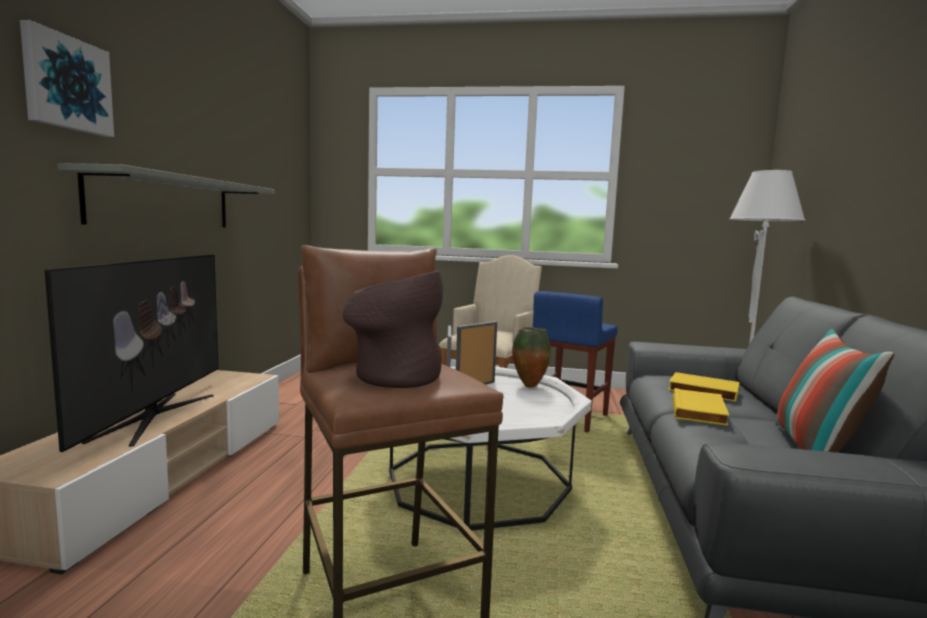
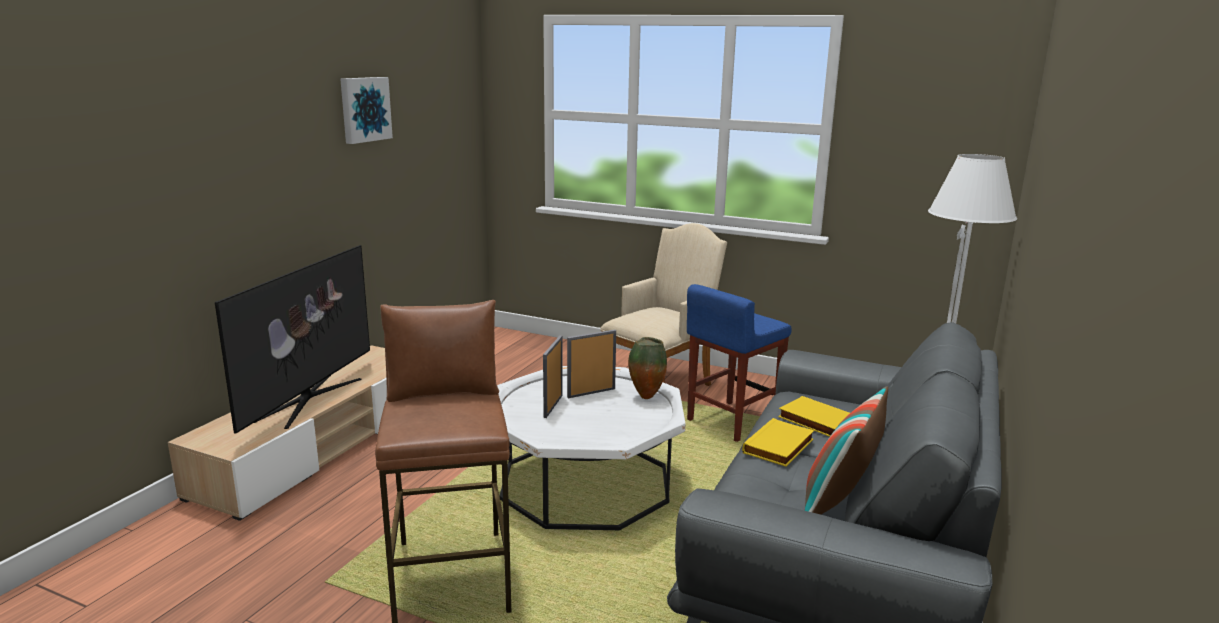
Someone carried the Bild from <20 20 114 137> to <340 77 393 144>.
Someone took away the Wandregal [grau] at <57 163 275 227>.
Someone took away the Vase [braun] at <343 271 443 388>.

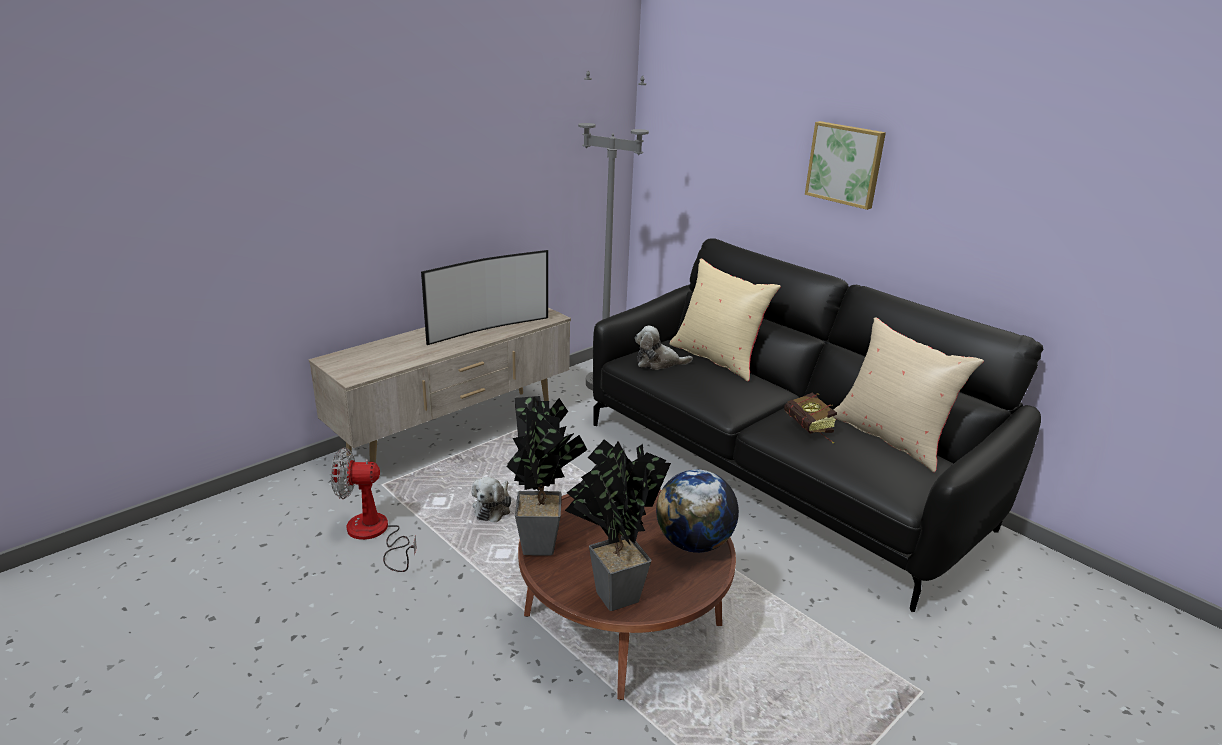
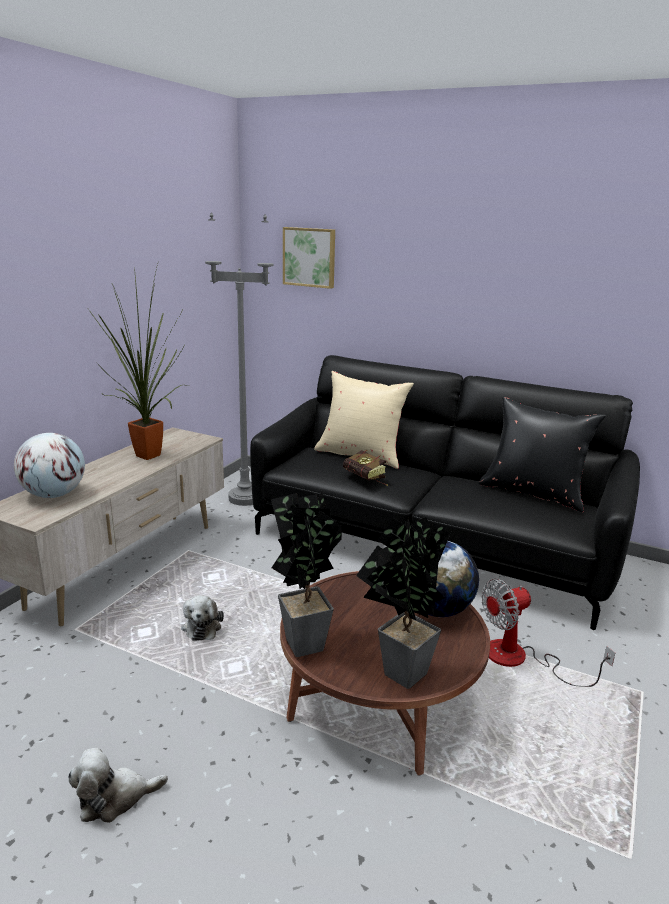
Someone put down the Globus at <14 433 85 498>.
Someone carried the Plüschtier from <635 326 693 370> to <68 748 168 823>.
Someone swapped the Fernseher at <421 250 548 345> for the Topfpflanze at <88 260 188 460>.
Someone carried the Bild from <805 121 886 210> to <283 227 335 289>.
Someone carried the Buch from <784 392 837 443> to <343 450 388 486>.
Someone repainted the Kissen [beige] at <832 317 984 472>, which became the Kissen [schwarz] at <478 397 606 512>.
Someone carried the Ventilator from <331 447 417 572> to <481 578 615 687>.

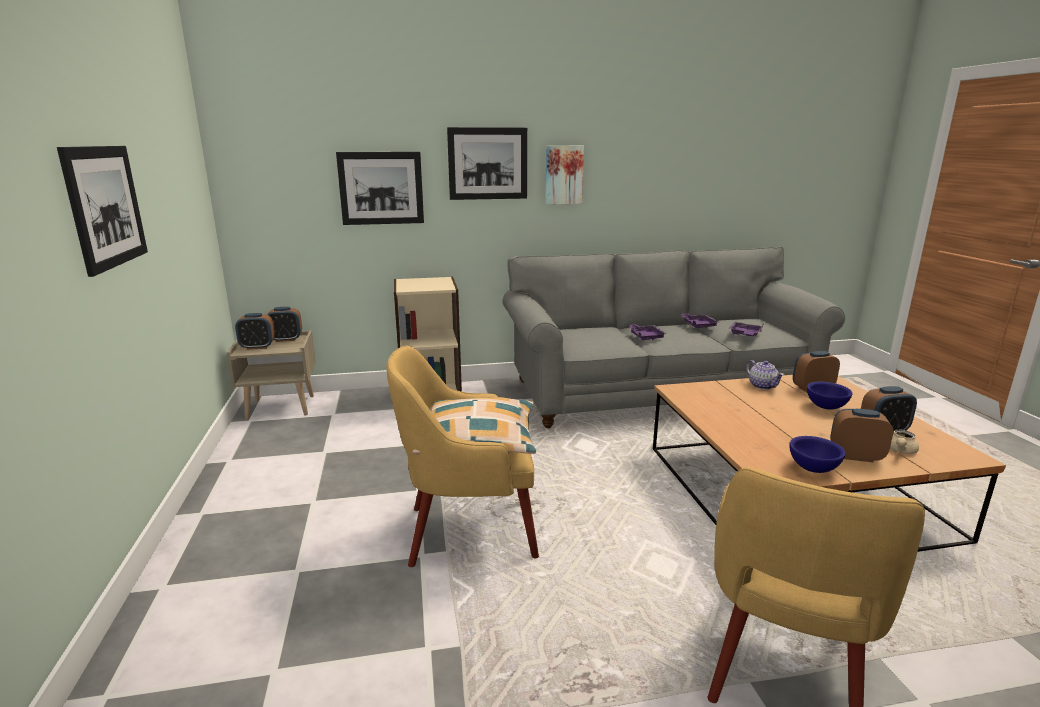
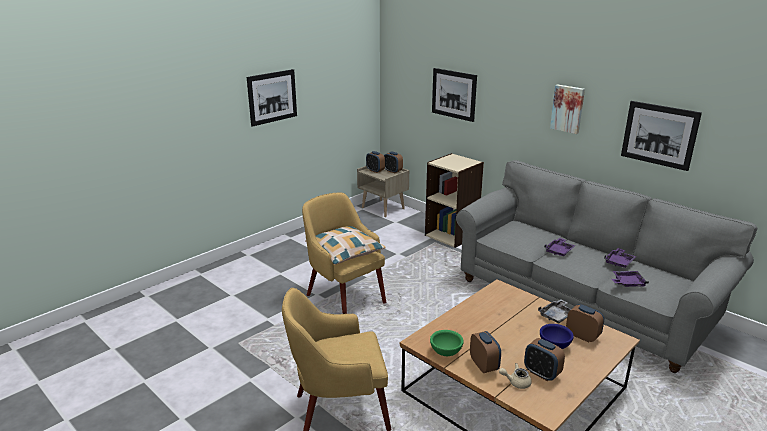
Someone repainted the Schüssel [blau] at <789 436 846 473>, which became the Schüssel [grün] at <430 330 464 356>.
Someone swapped the Teekanne at <746 360 784 390> for the Tablett [grau] at <538 299 571 323>.
Someone carried the Bild from <447 127 527 200> to <621 101 702 171>.

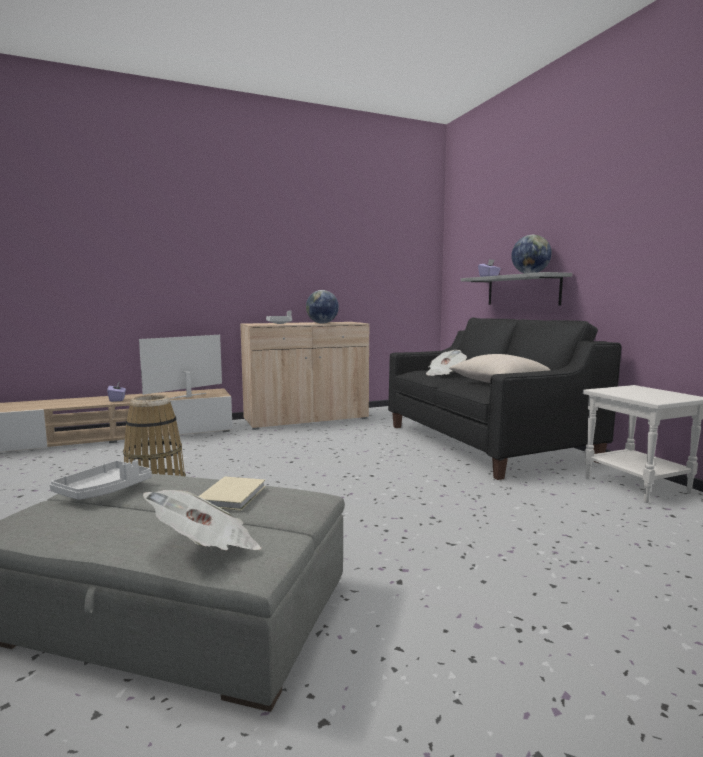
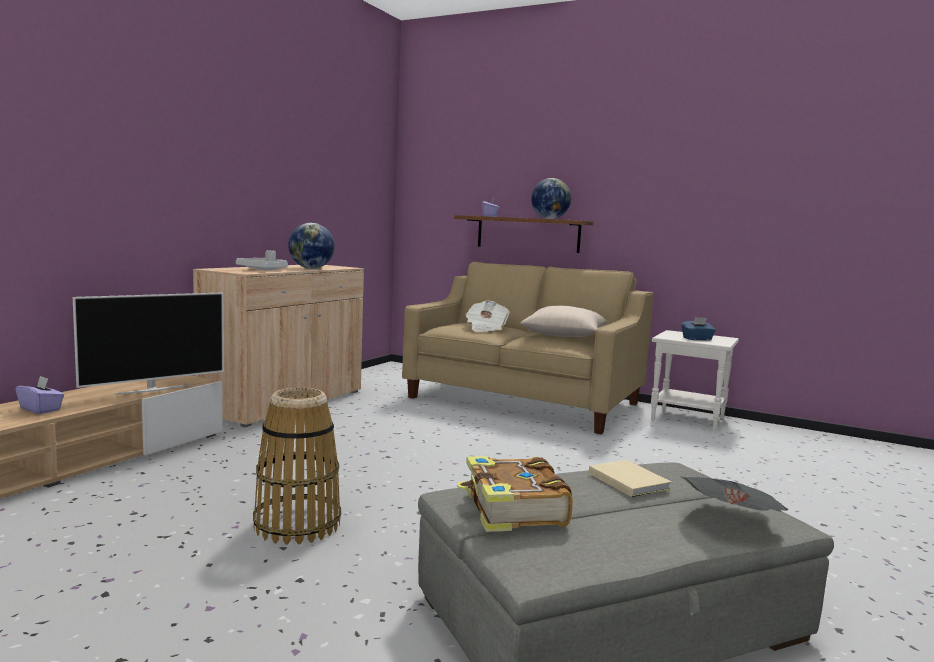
Someone rotated the Fernseher at <139 335 222 399> by 135 degrees counterclockwise.
Someone repainted the Sofa [schwarz] at <388 317 622 480>, which became the Sofa [beige] at <402 262 654 434>.
Someone repainted the Wandregal [grau] at <461 272 572 305>, which became the Wandregal [braun] at <454 215 593 253>.
Someone swapped the Tablett [grau] at <50 459 152 500> for the Buch at <457 456 573 532>.
Someone put down the Taschentuchbox [blau] at <681 317 716 341>.

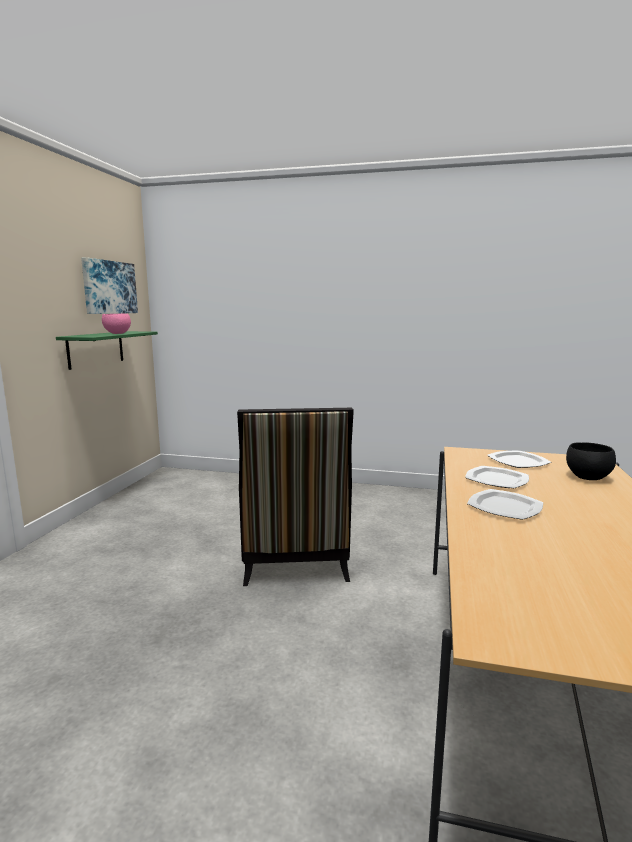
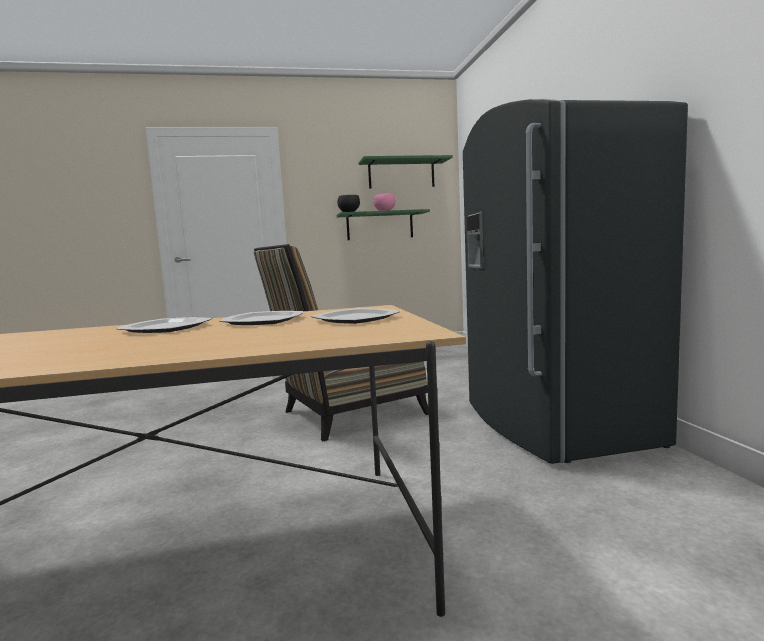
Someone carried the Schüssel [schwarz] from <566 442 616 480> to <337 195 360 212>.
Someone swapped the Bild at <81 257 138 314> for the Wandregal [grün] at <358 155 453 189>.
Someone put down the Kühlschrank [grau] at <463 99 688 464>.

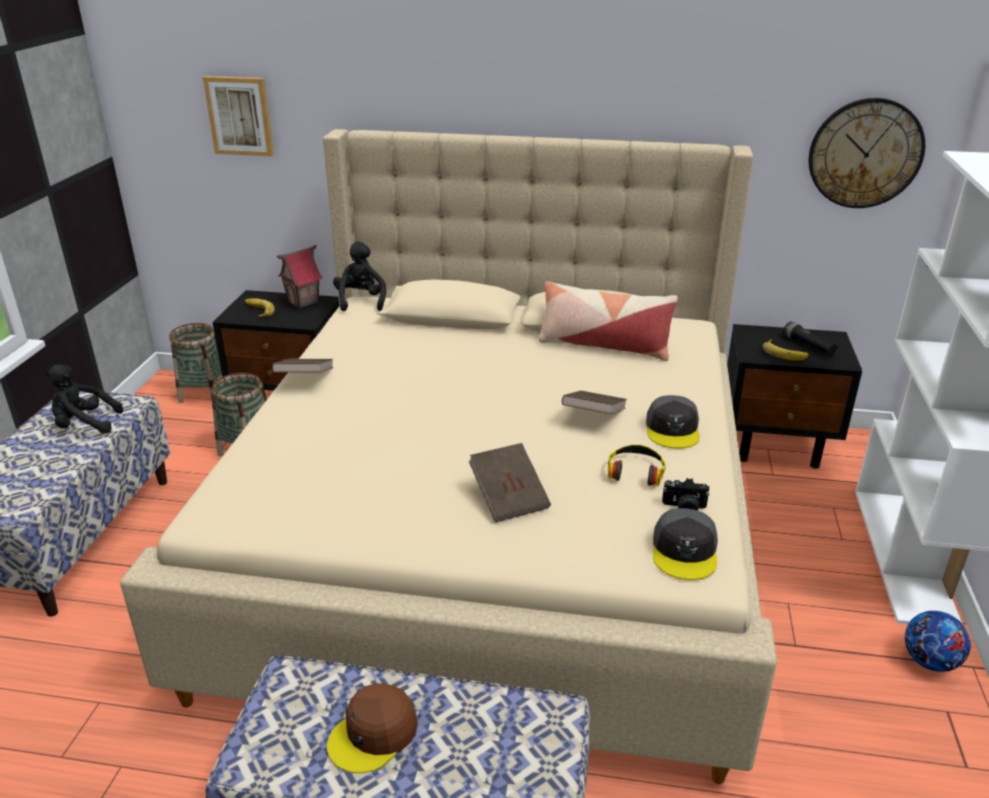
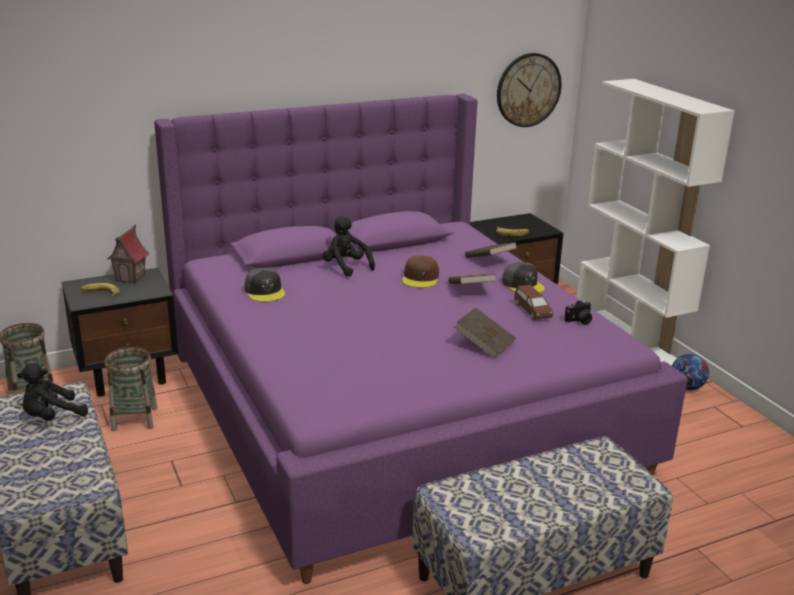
Someone repainted the Bett [beige] at <120 129 777 784>, which became the Bett [lila] at <154 94 688 584>.
Someone carried the Kappe [grau] from <653 508 718 580> to <244 268 285 302>.
Someone carried the Plüschtier [schwarz] from <333 241 386 311> to <323 216 375 277>.
Someone carried the Kappe [braun] from <327 683 418 773> to <402 255 439 288>.
Someone carried the Buch [braun] from <272 359 334 373> to <465 242 517 258>.
Someone swapped the Kopfhörer at <608 445 666 486> for the Spielzeugauto [braun] at <514 285 553 320>.
Someone took away the Bild at <203 76 274 156>.
Someone took away the Kissen at <538 281 678 361>.
Someone took away the Taschenlampe [schwarz] at <783 322 838 356>.

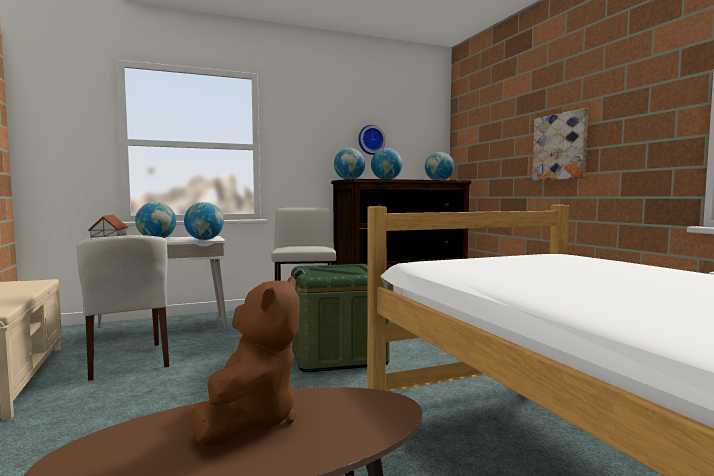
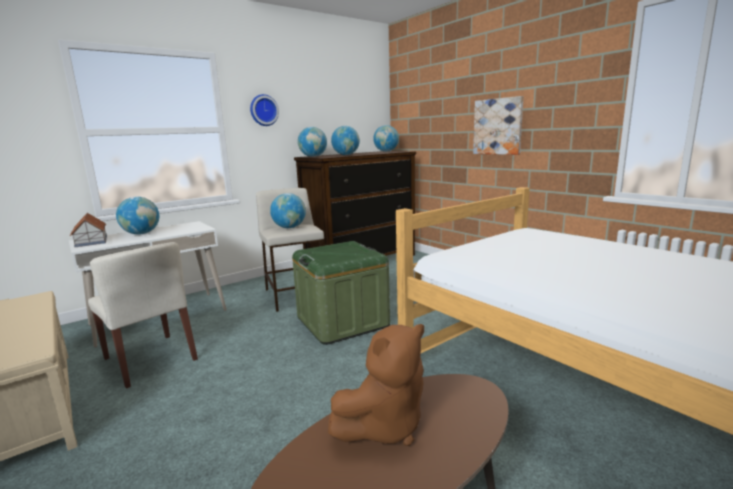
Someone carried the Wanduhr from <358 125 386 155> to <250 94 279 126>.
Someone carried the Globus from <184 202 224 240> to <270 193 306 228>.
Someone rotated the Plüschtier [braun] at <191 276 300 446> by 60 degrees clockwise.

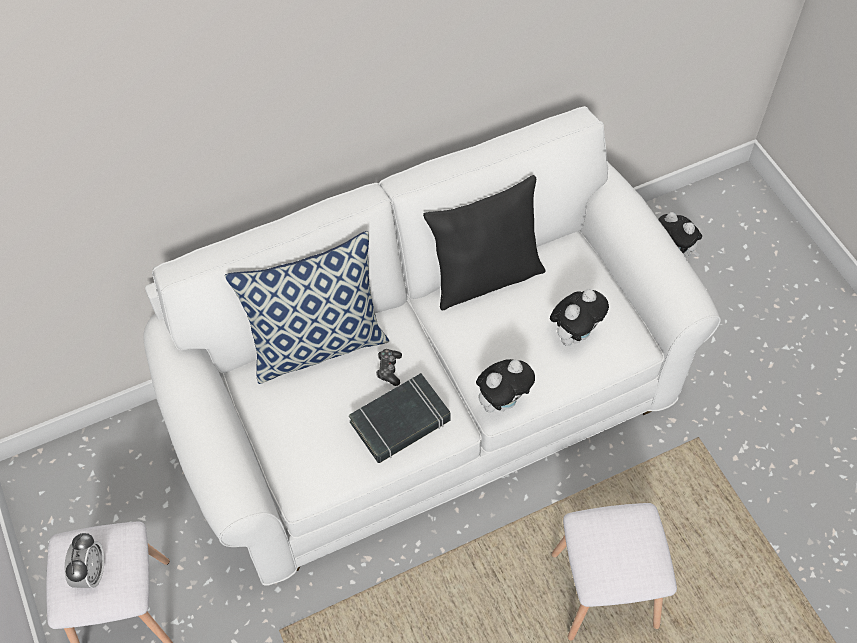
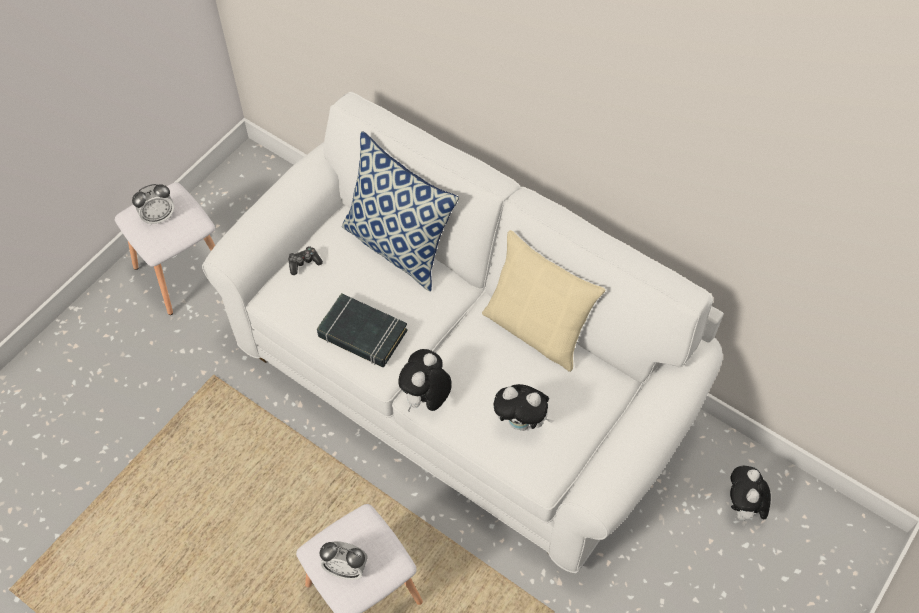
Someone carried the Gamepad from <376 349 402 386> to <288 246 323 275>.
Someone put down the Wecker at <320 541 368 580>.
Someone rotated the Plüschtier at <476 359 535 413> by 90 degrees clockwise.
Someone repainted the Kissen [schwarz] at <423 175 546 311>, which became the Kissen [beige] at <482 230 605 372>.

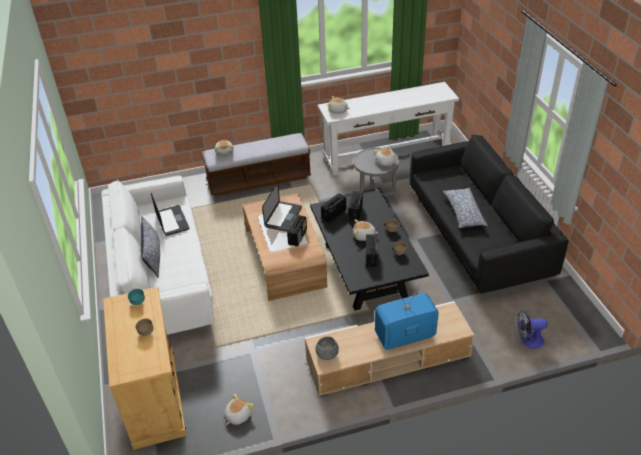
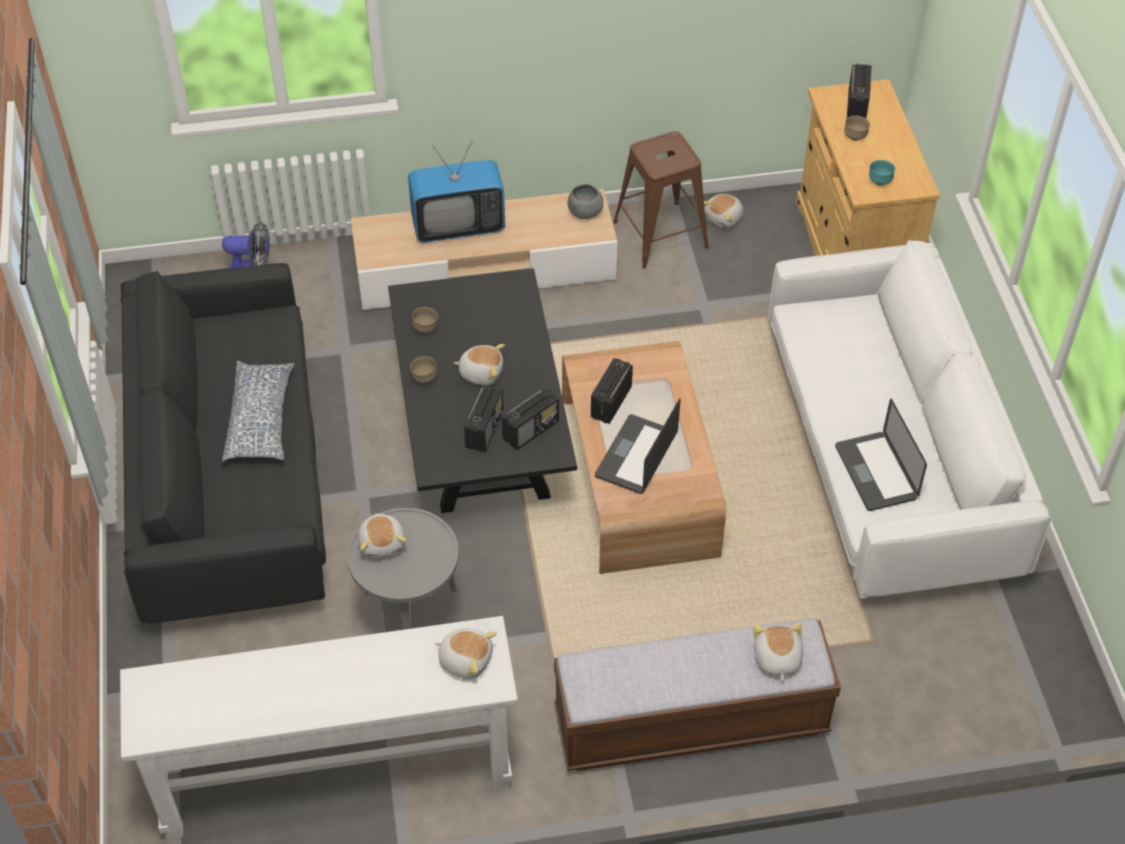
Someone put down the Hocker [braun] at <613 132 709 269>.
Someone carried the Radio from <365 234 377 267> to <847 63 872 118>.
Someone took away the Kissen at <141 216 160 278>.

